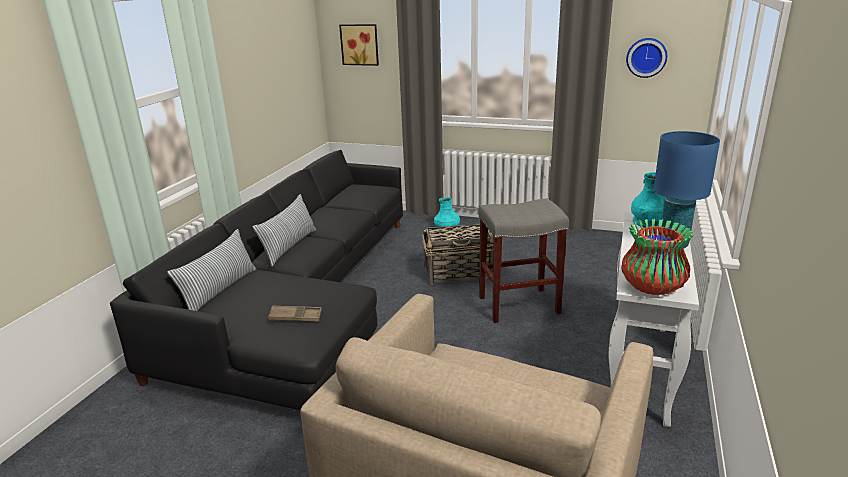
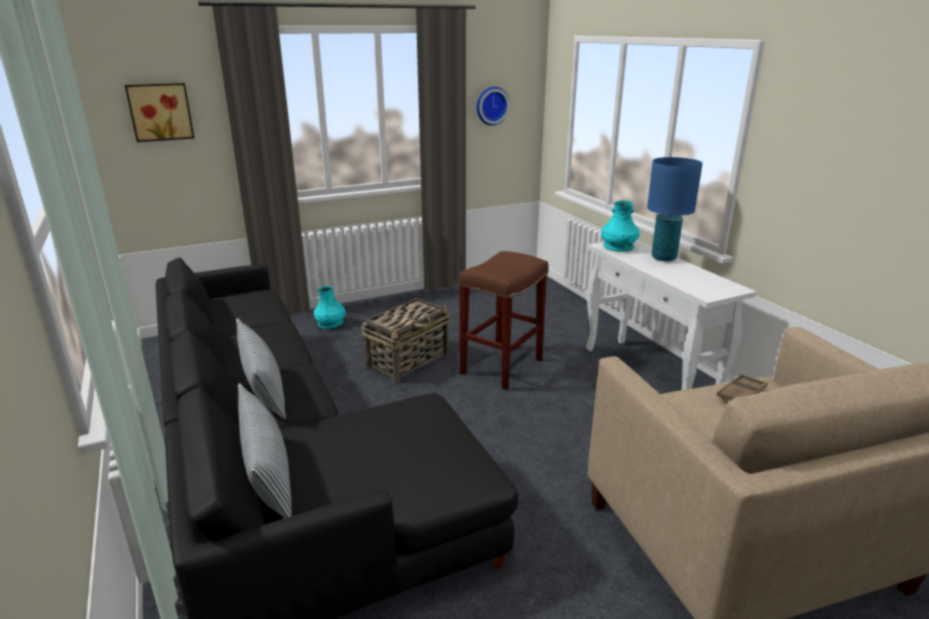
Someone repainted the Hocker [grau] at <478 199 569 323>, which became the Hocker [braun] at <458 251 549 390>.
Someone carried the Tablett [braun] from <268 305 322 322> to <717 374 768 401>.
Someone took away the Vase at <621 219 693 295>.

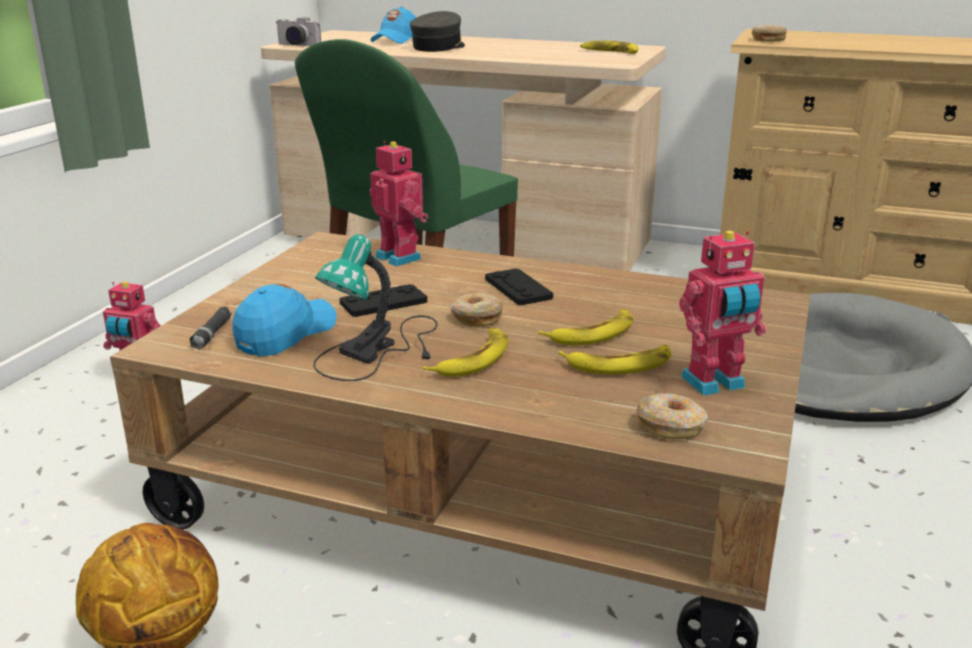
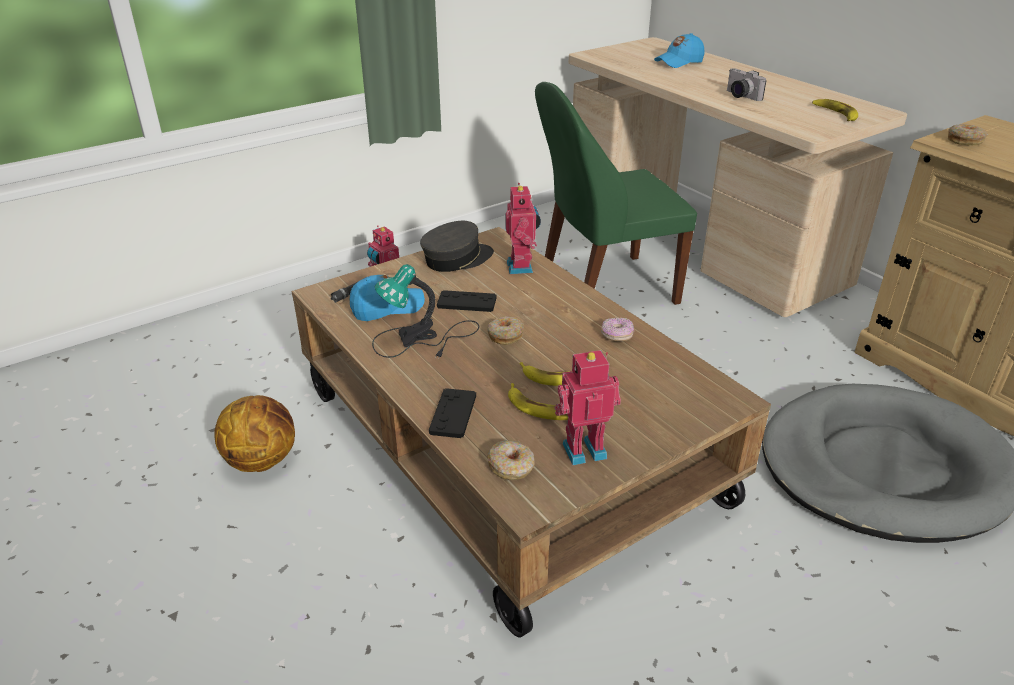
Someone carried the Kappe [grau] from <410 11 465 52> to <420 221 494 272>.
Someone carried the Gamepad [schwarz] from <485 269 553 305> to <429 388 476 438>.
Someone rotated the Spielzeugroboter at <679 231 766 396> by 150 degrees clockwise.
Someone put down the Donut at <601 318 634 342>.
Someone carried the Kamera from <277 17 321 46> to <727 68 766 101>.
Someone took away the Banane at <423 328 509 377>.

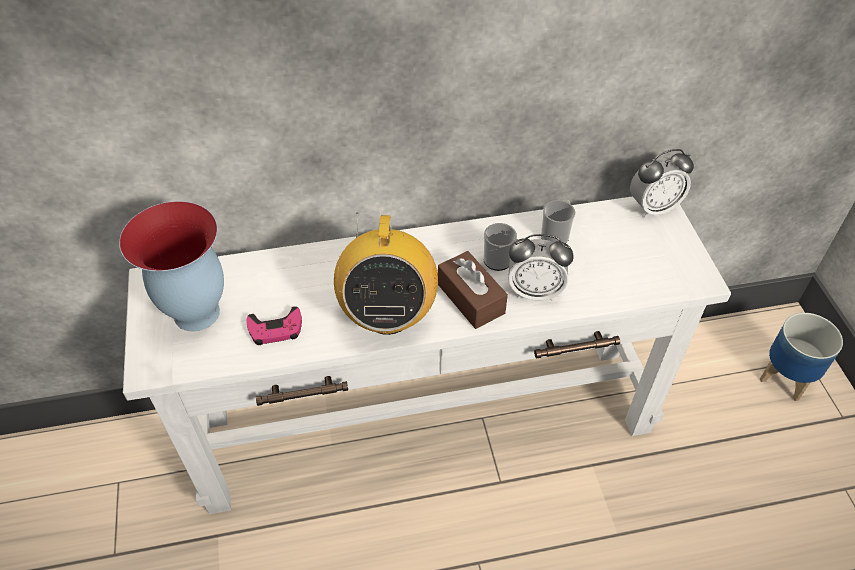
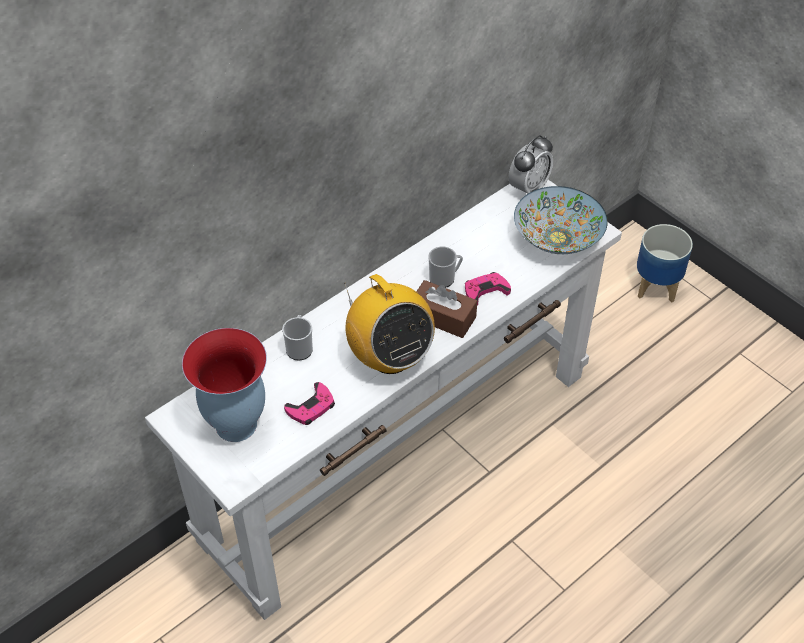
Someone carried the Henkelbecher from <541 200 575 243> to <282 315 313 361>.
Someone swapped the Wecker at <508 234 574 301> for the Gamepad [rosa] at <465 272 511 305>.
Someone put down the Schüssel at <514 186 608 254>.

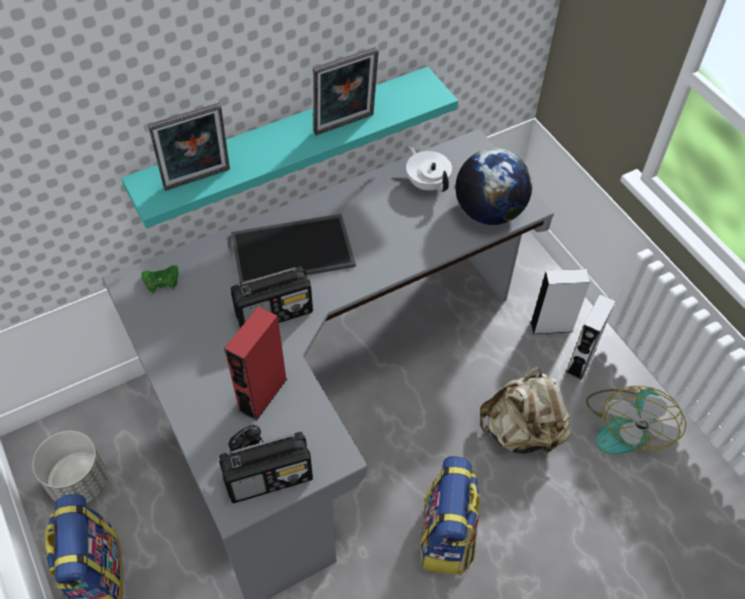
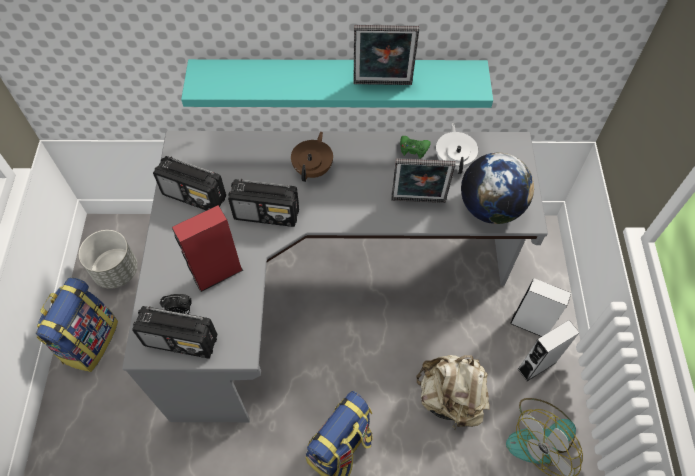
Someone put down the Radio at <153 156 226 211>.
Someone swapped the Tablett at <231 214 356 283> for the Teekanne [braun] at <291 131 333 182>.
Someone carried the Bilderrahmen from <148 103 230 191> to <391 158 456 203>.
Someone carried the Gamepad [grün] from <141 265 179 294> to <400 136 431 159>.

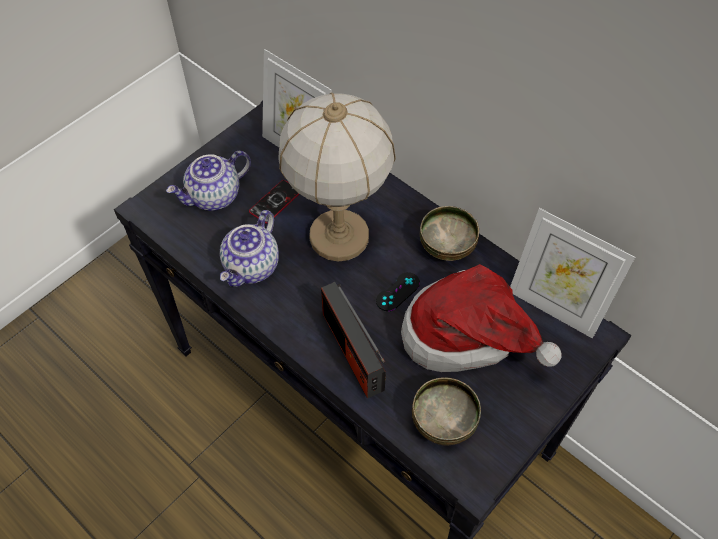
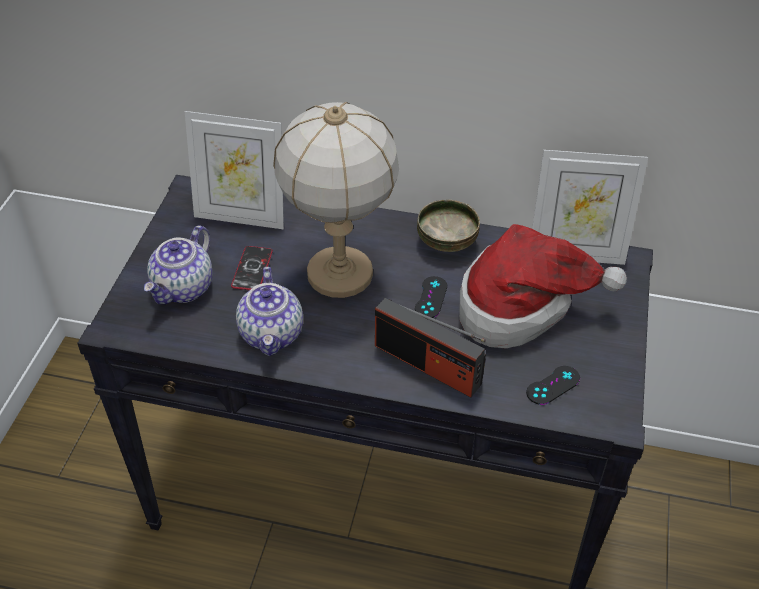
Someone swapped the Schüssel at <412 378 481 445> for the Gamepad [schwarz] at <526 366 580 405>.

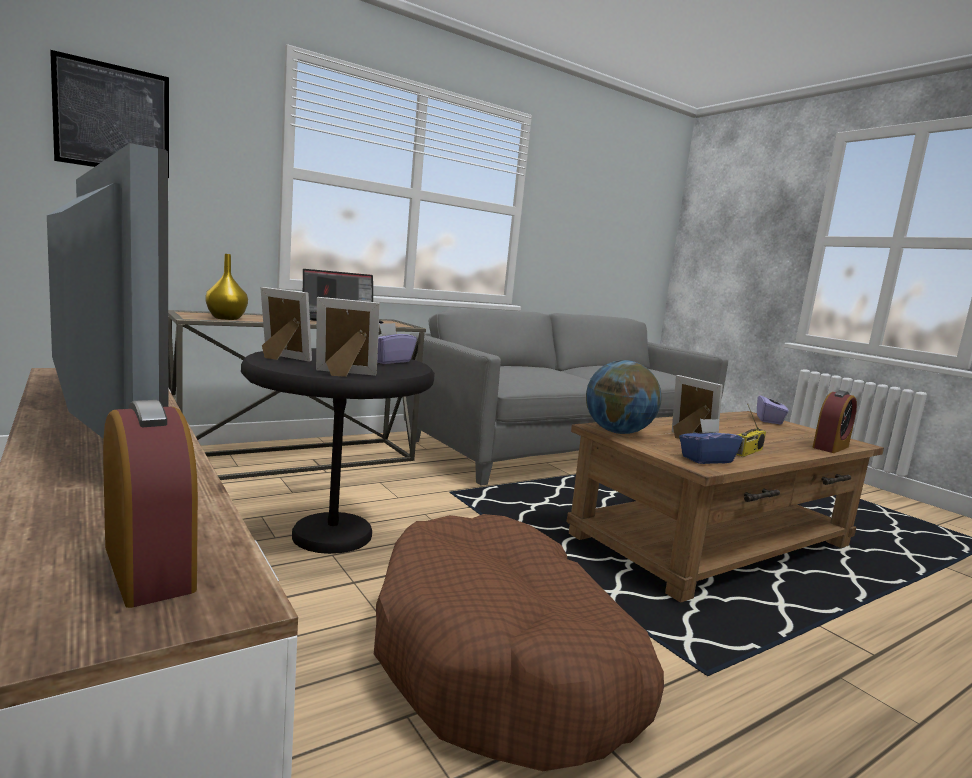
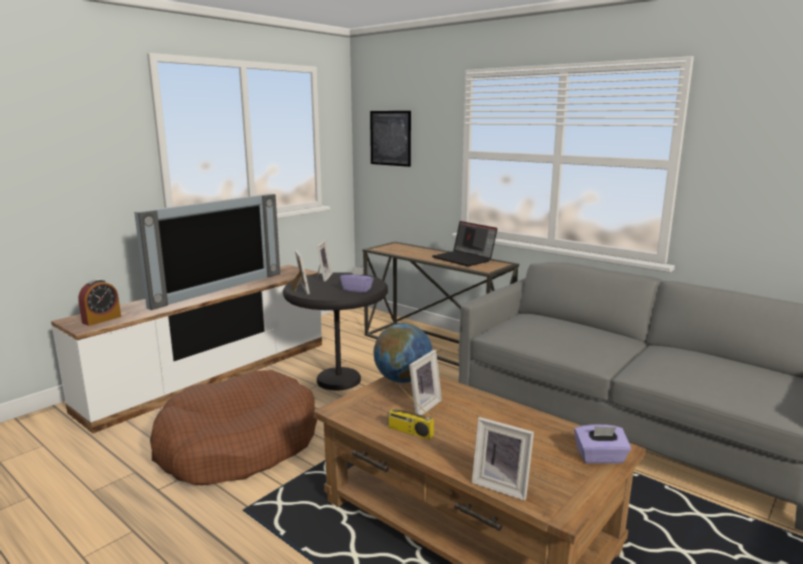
Someone swapped the Wecker at <812 390 857 453> for the Bilderrahmen at <472 417 534 501>.
Someone took away the Vase [gelb] at <205 254 248 320>.
Someone took away the Taschentuchbox [blau] at <679 419 742 464>.

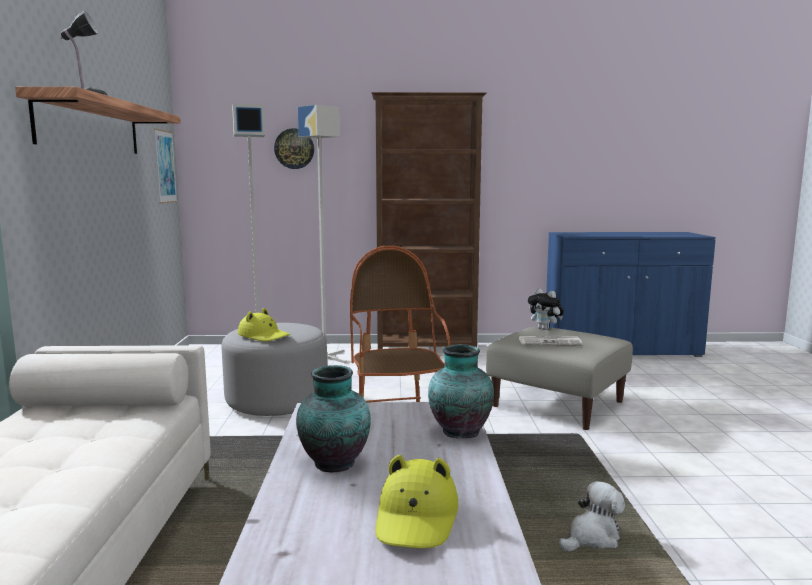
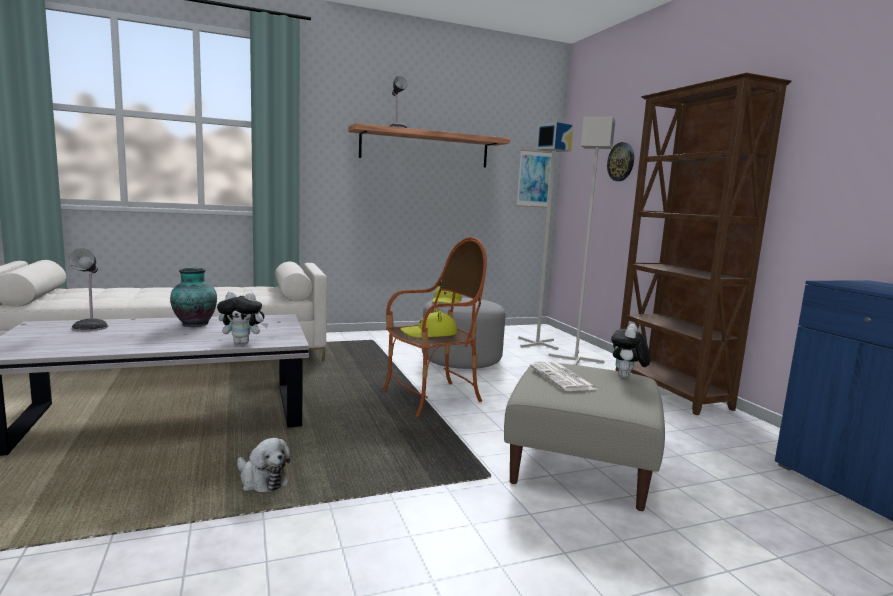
Someone put down the Tischlampe at <69 249 108 332>.
Someone swapped the Vase at <428 344 494 438> for the Plüschtier at <217 292 269 344>.
Someone carried the Hut [gelb] from <375 455 458 548> to <400 307 457 338>.

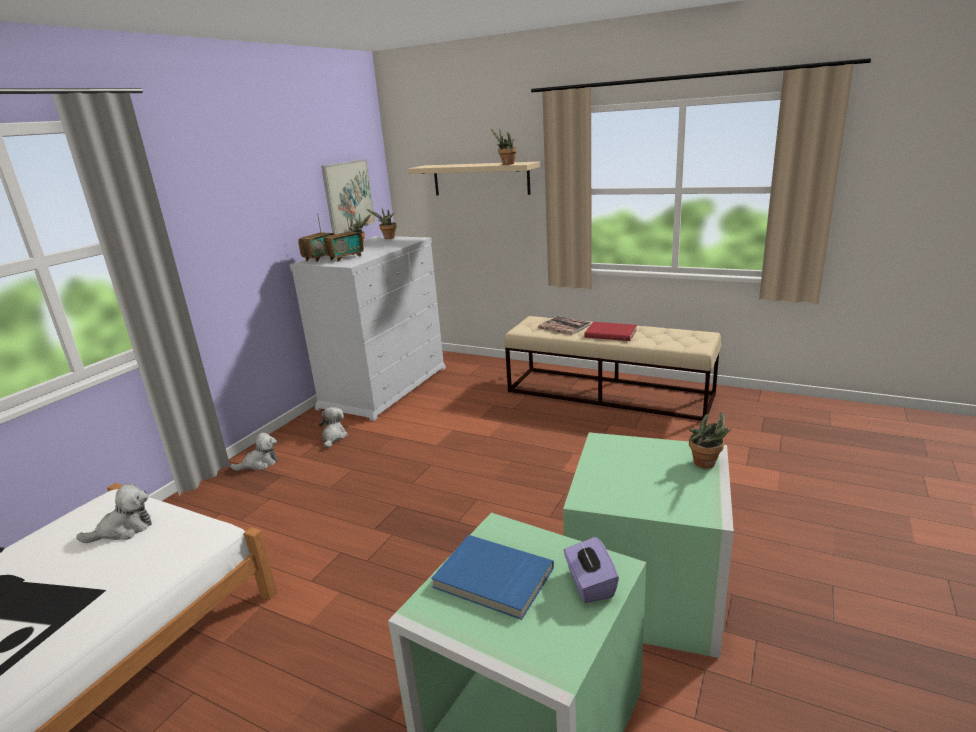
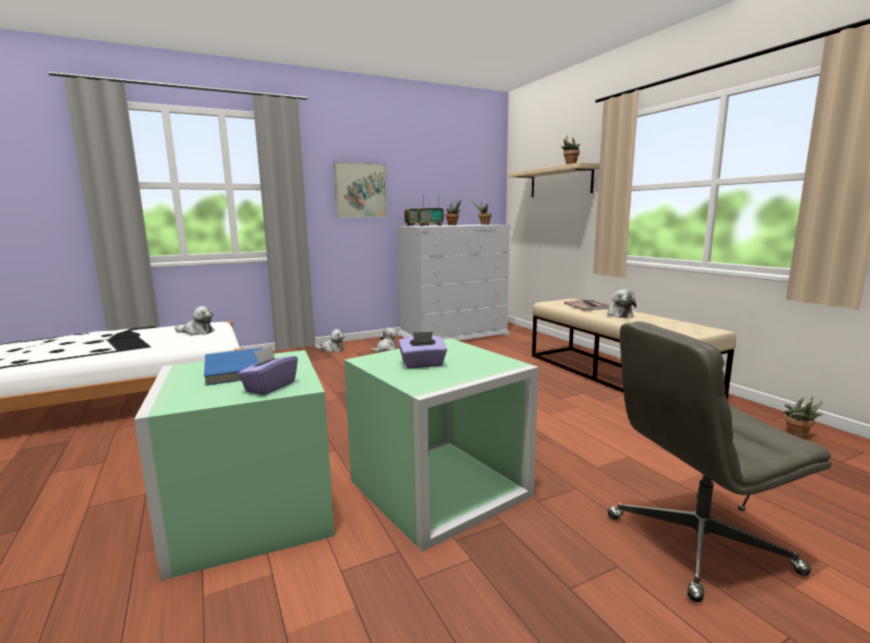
Someone carried the Bild from <321 159 375 234> to <333 162 387 218>.
Someone put down the Taschentuchbox [lila] at <398 331 447 368>.
Someone swapped the Buch [rot] at <584 322 637 341> for the Plüschtier at <607 289 636 318>.
Someone put down the Bürostuhl [grau] at <608 321 832 602>.
Someone carried the Topfpflanze from <689 412 731 468> to <784 396 823 438>.

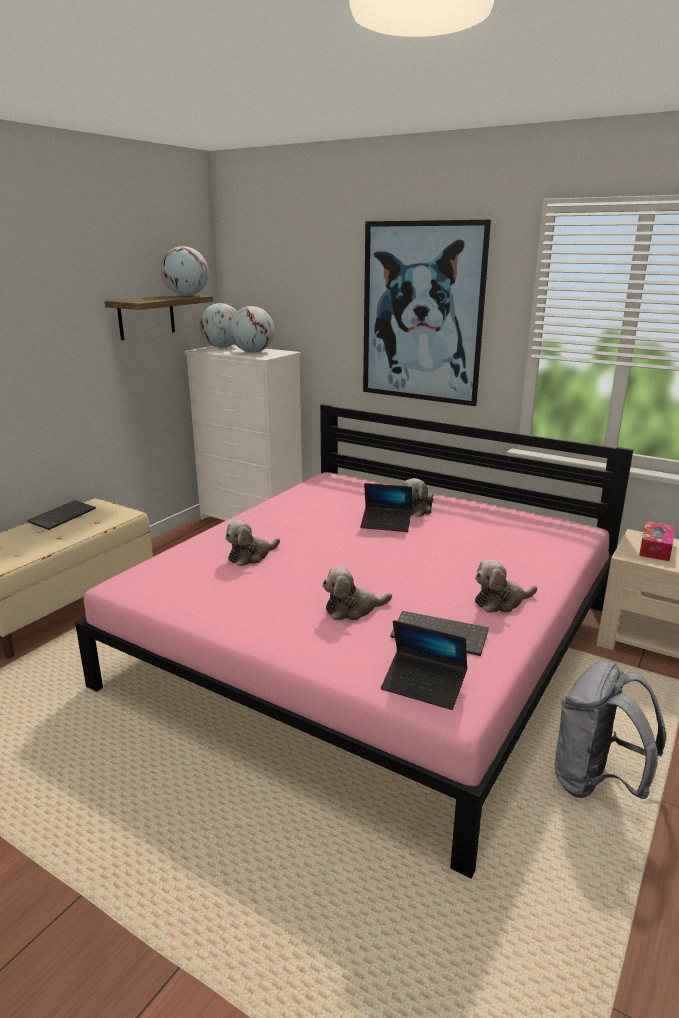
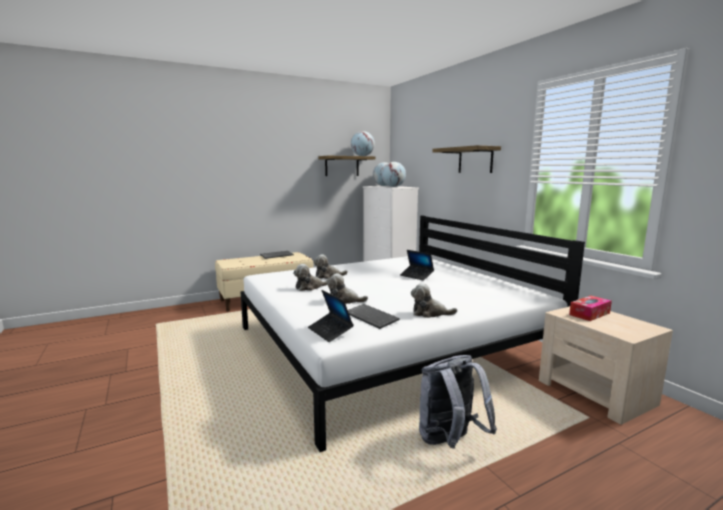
Someone repainted the Bett [rosa] at <75 404 634 878>, which became the Bett [weiß] at <240 215 585 452>.
Someone carried the Plüschtier from <402 478 433 517> to <293 264 328 291>.
Someone swapped the Bild at <363 220 491 406> for the Wandregal at <432 145 501 173>.

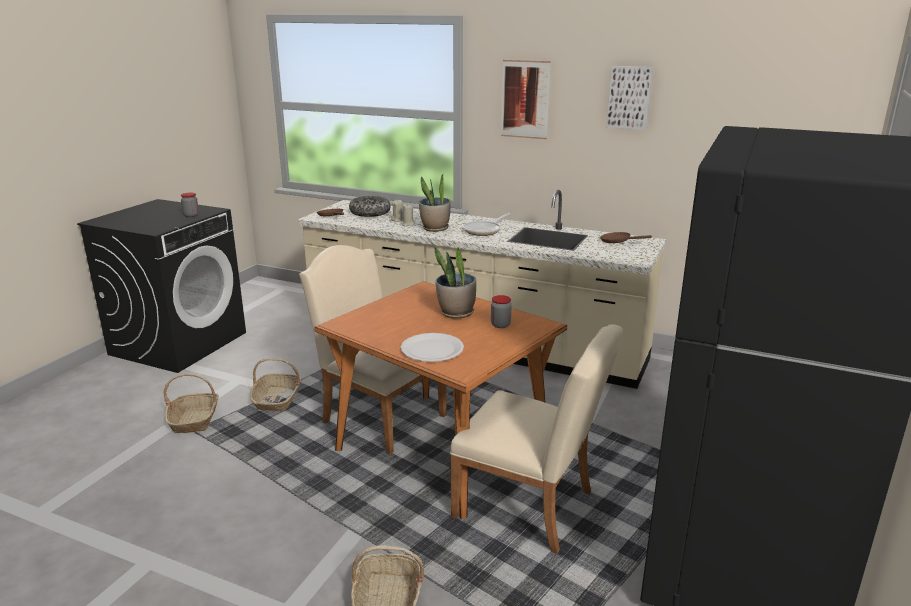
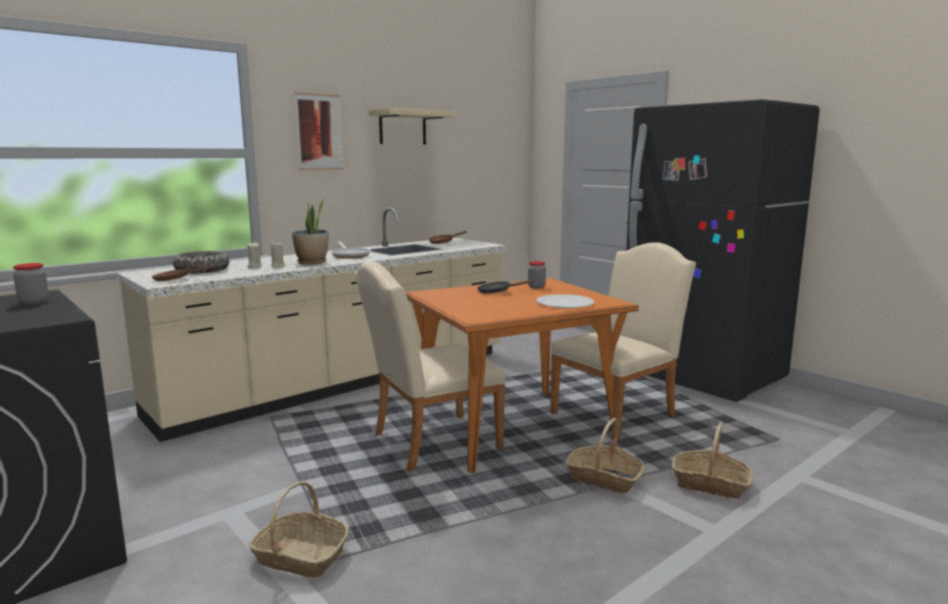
Someone swapped the Bild at <607 66 653 130> for the Wandregal [beige] at <369 108 456 145>.
Someone swapped the Topfpflanze at <435 247 476 319> for the Pfanne [schwarz] at <477 279 535 294>.
Someone carried the Korb from <250 358 301 411> to <566 418 644 494>.

